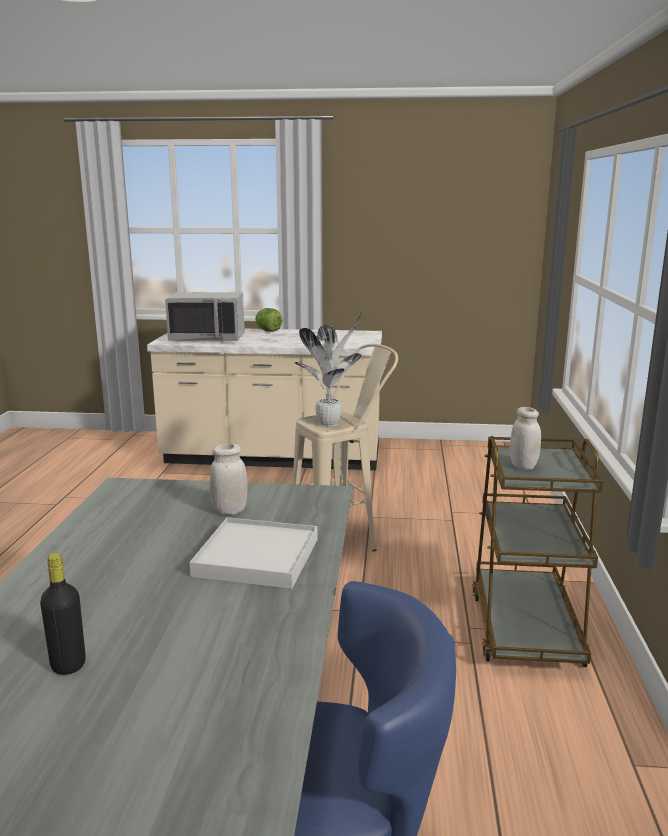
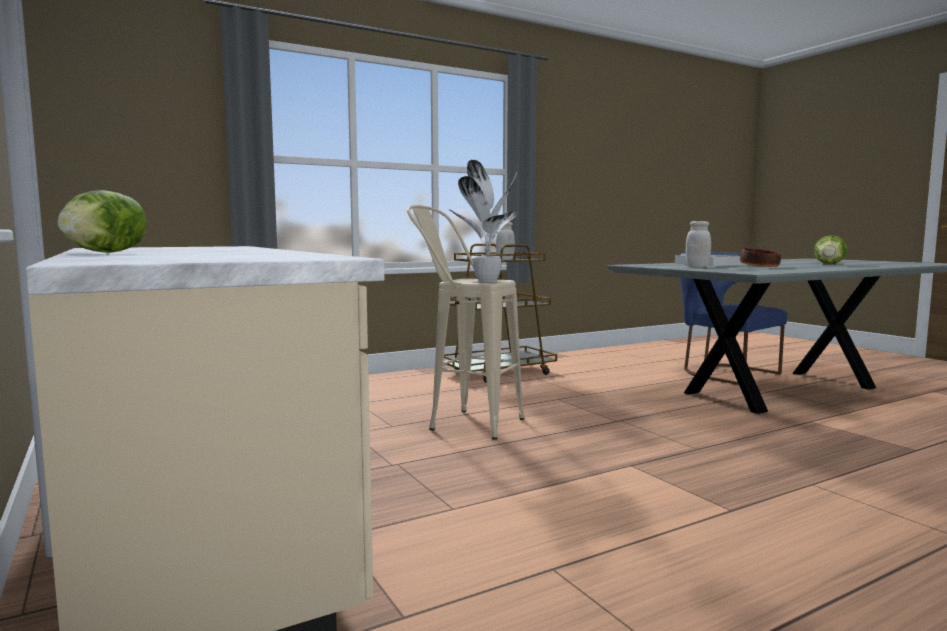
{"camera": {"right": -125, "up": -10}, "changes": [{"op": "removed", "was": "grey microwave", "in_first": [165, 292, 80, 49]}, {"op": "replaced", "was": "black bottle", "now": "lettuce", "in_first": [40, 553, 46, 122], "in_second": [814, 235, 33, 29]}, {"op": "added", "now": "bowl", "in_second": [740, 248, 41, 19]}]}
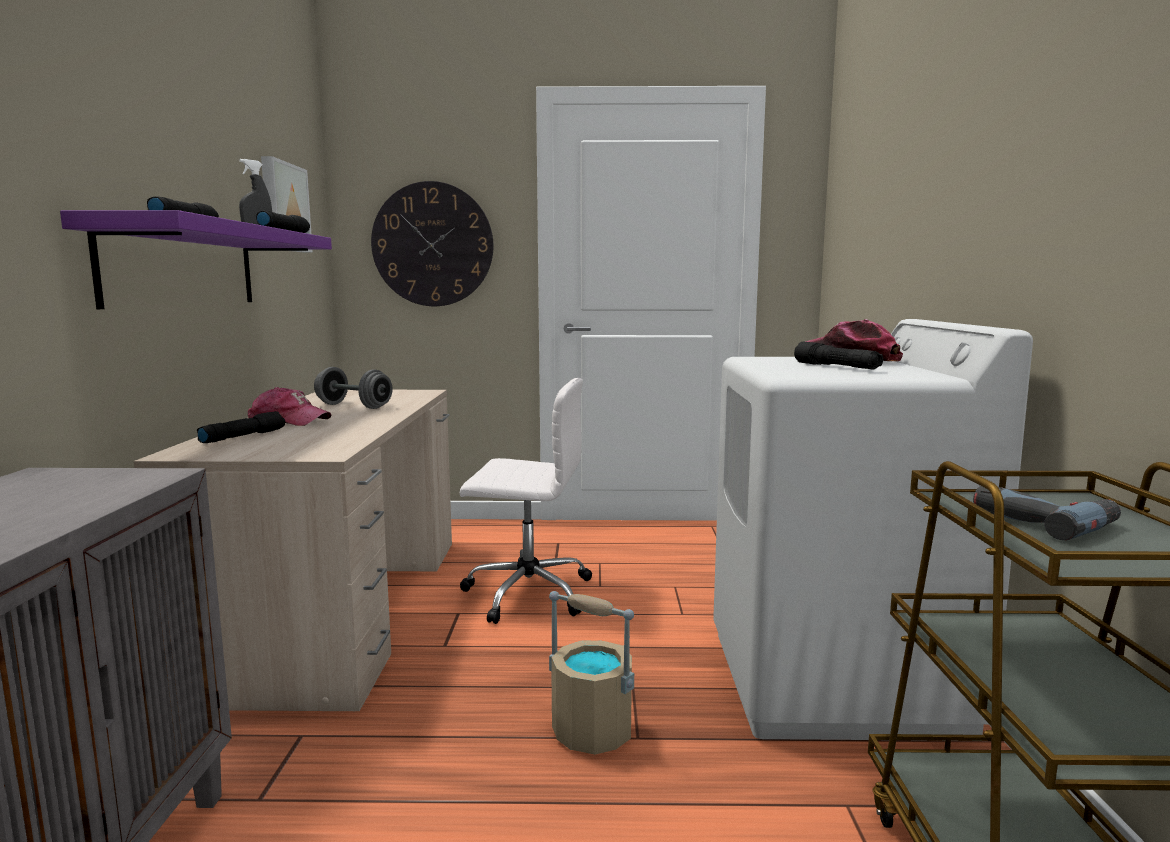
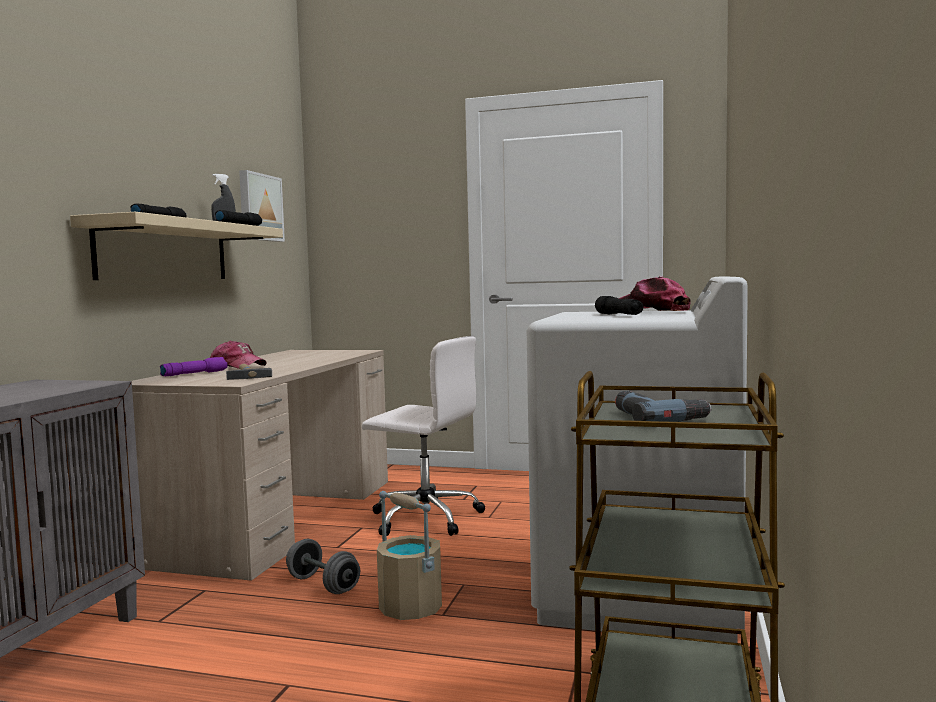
{"camera": {"right": 15, "up": -5}, "changes": [{"op": "removed", "was": "wall clock", "in_first": [371, 181, 123, 125]}, {"op": "recoloured", "was": "purple shelf", "now": "beige shelf", "in_first": [60, 210, 272, 99], "in_second": [70, 212, 213, 68]}, {"op": "moved", "was": "grey dumbbell", "in_first": [314, 367, 78, 42], "in_second": [286, 539, 74, 55]}, {"op": "recoloured", "was": "black flashlight", "now": "purple flashlight", "in_first": [197, 411, 88, 32], "in_second": [160, 357, 68, 19]}, {"op": "added", "now": "hammer", "in_second": [226, 364, 46, 16]}]}
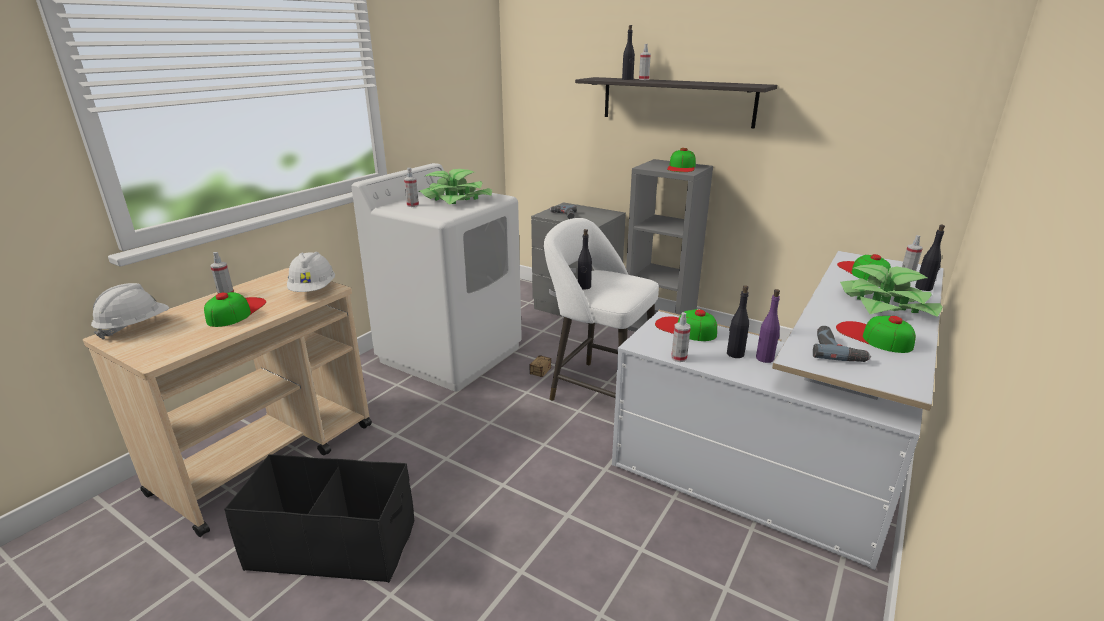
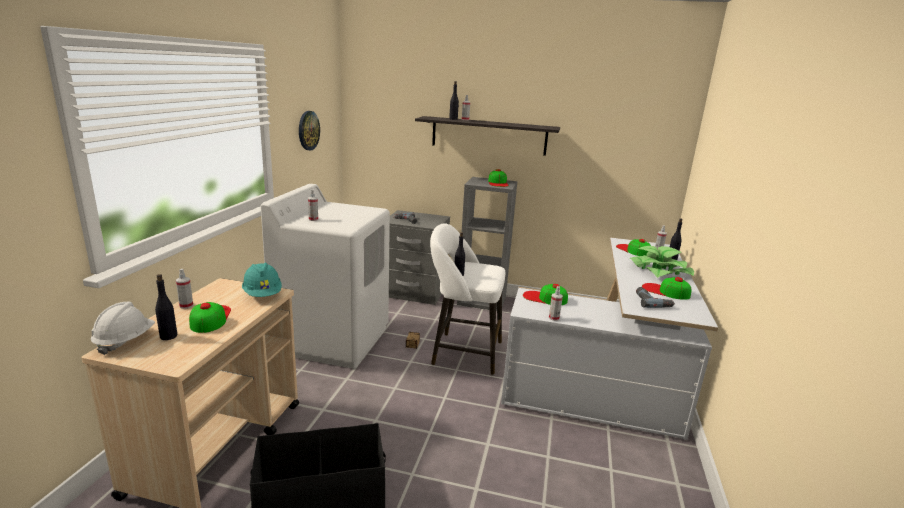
{"camera": {"right": -20, "up": -5}, "changes": [{"op": "removed", "was": "potted plant", "in_first": [418, 169, 74, 36]}, {"op": "recoloured", "was": "white hard hat", "now": "turquoise hard hat", "in_first": [287, 252, 48, 40], "in_second": [242, 263, 40, 34]}, {"op": "moved", "was": "black bottle", "in_first": [727, 286, 22, 72], "in_second": [155, 274, 22, 66]}, {"op": "removed", "was": "purple bottle", "in_first": [756, 289, 24, 74]}, {"op": "added", "now": "wall clock", "in_second": [299, 111, 21, 40]}]}
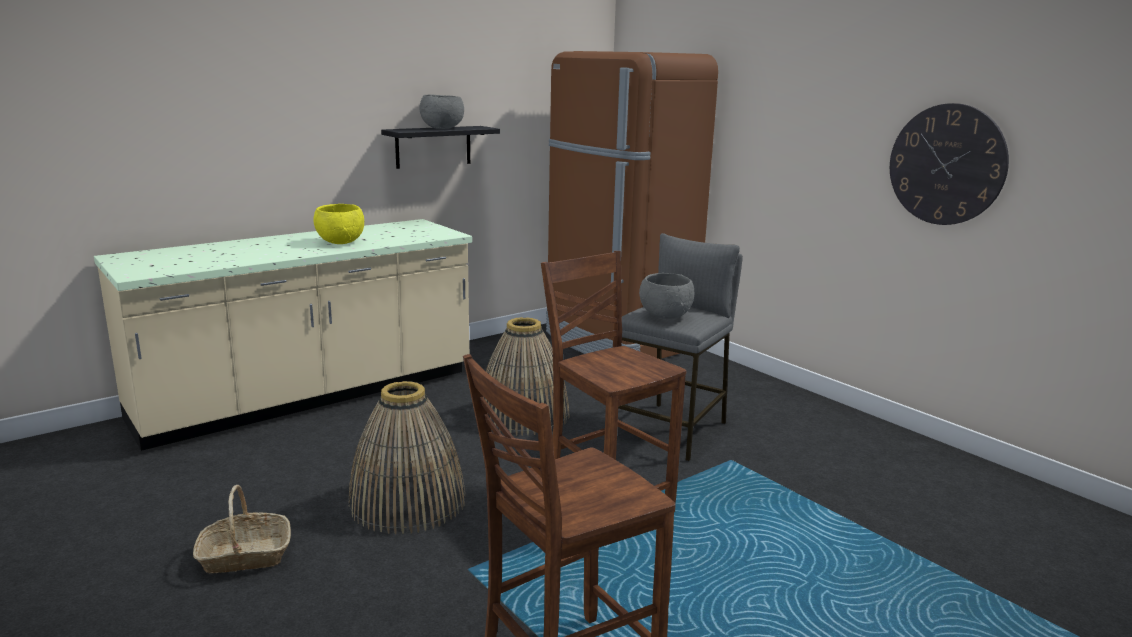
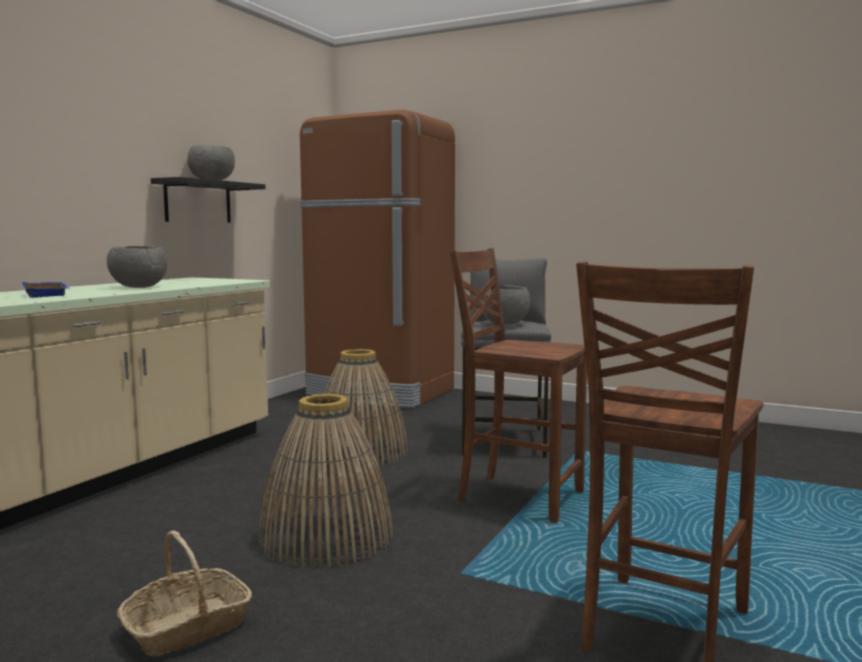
{"camera": {"right": -25, "up": -10}, "changes": [{"op": "removed", "was": "wall clock", "in_first": [890, 103, 119, 122]}, {"op": "recoloured", "was": "yellow bowl", "now": "grey bowl", "in_first": [313, 204, 51, 40], "in_second": [107, 246, 60, 42]}, {"op": "added", "now": "blue tray", "in_second": [22, 282, 47, 16]}]}
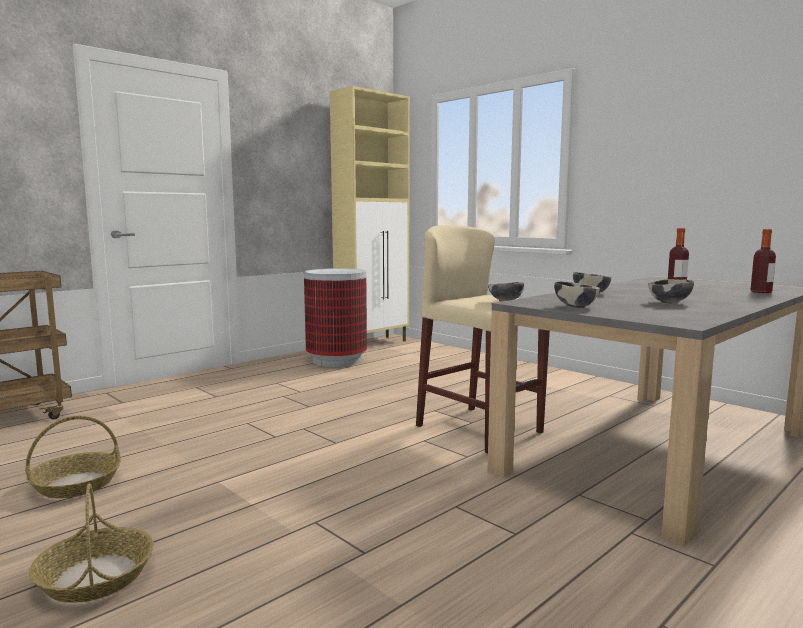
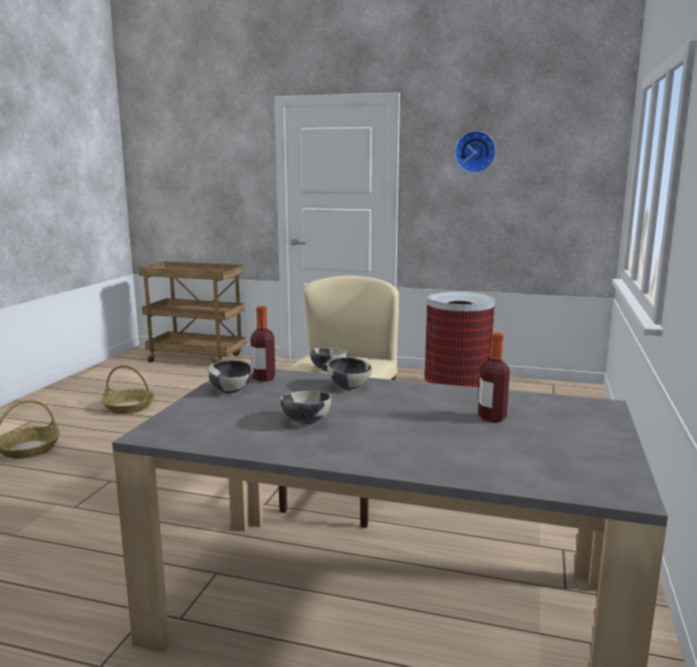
{"camera": {"right": 60, "up": 5}, "changes": [{"op": "removed", "was": "beige cabinet", "in_first": [330, 86, 80, 255]}, {"op": "moved", "was": "bottle", "in_first": [750, 229, 26, 64], "in_second": [251, 306, 24, 76]}, {"op": "added", "now": "wall clock", "in_second": [455, 131, 41, 42]}]}
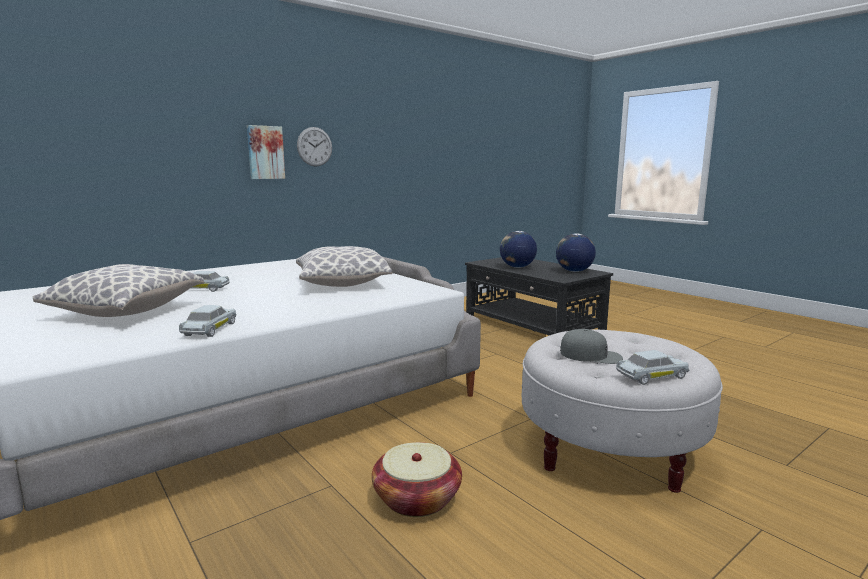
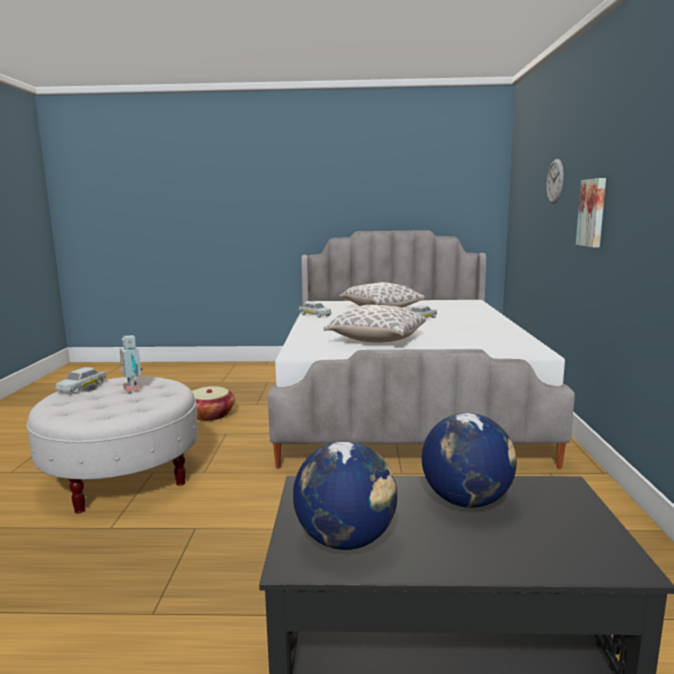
{"camera": {"right": 130, "up": 0}, "changes": [{"op": "moved", "was": "wall clock", "in_first": [297, 127, 35, 40], "in_second": [547, 159, 17, 45]}, {"op": "replaced", "was": "grey cap", "now": "toy robot", "in_first": [560, 329, 63, 35], "in_second": [120, 335, 23, 57]}]}
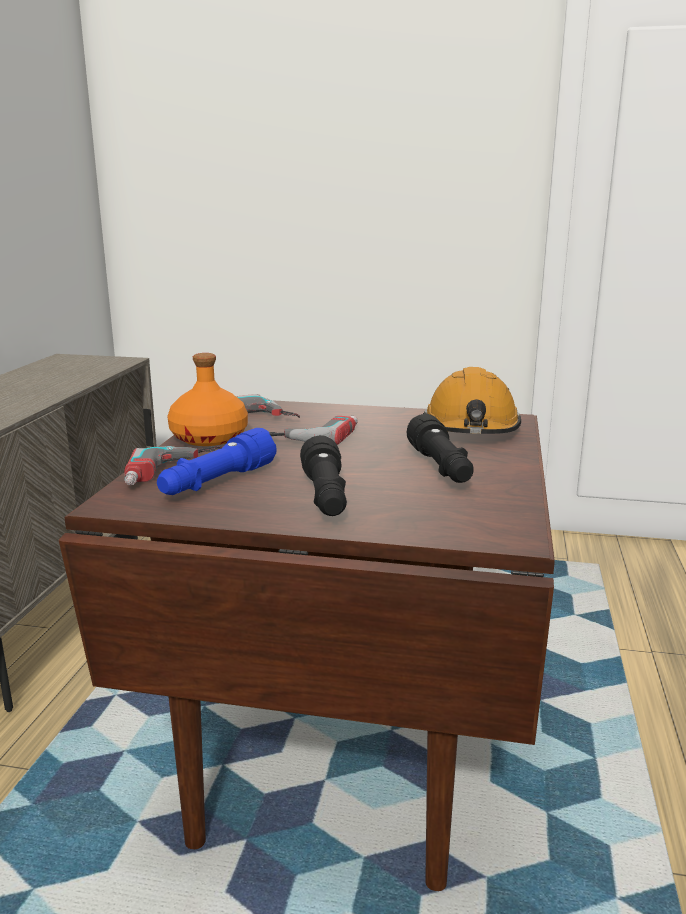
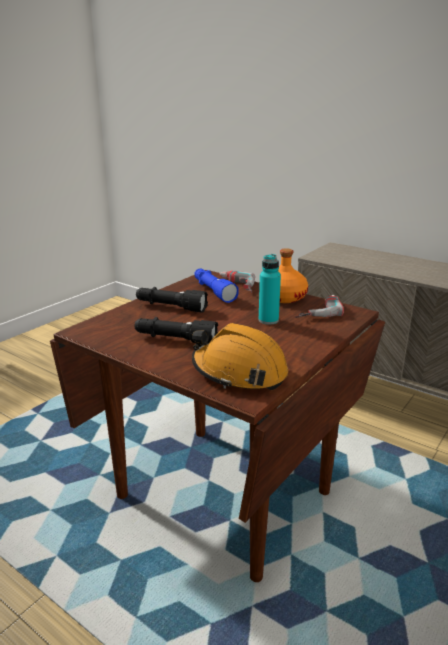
{"camera": {"right": 115, "up": 5}, "changes": [{"op": "replaced", "was": "power drill", "now": "turquoise bottle", "in_first": [269, 416, 89, 29], "in_second": [258, 254, 23, 71]}]}
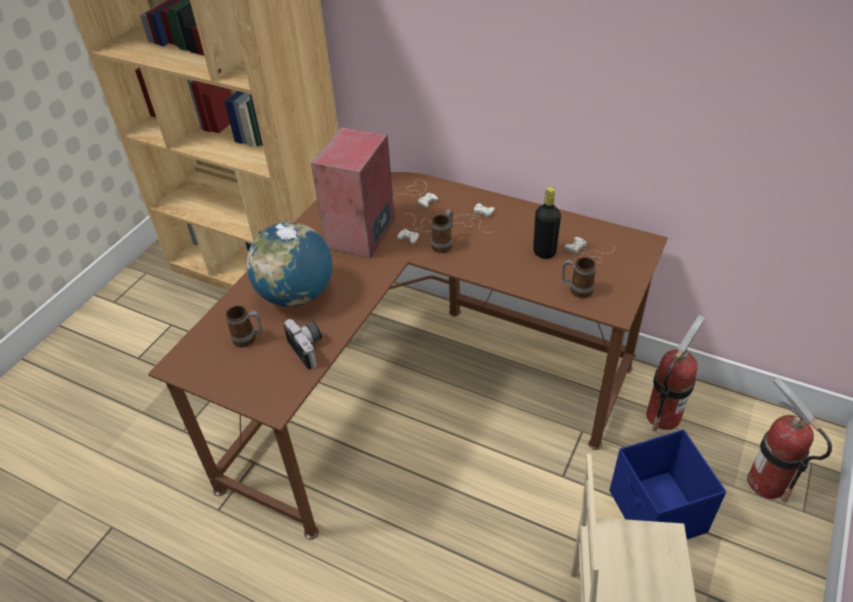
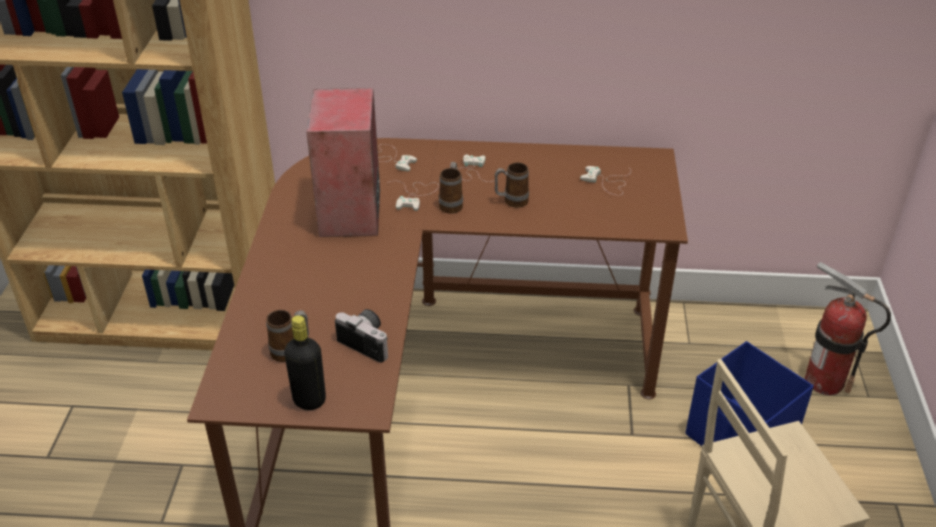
{"camera": {"right": -25, "up": -5}, "changes": [{"op": "moved", "was": "black bottle", "in_first": [533, 187, 28, 72], "in_second": [284, 315, 42, 95]}, {"op": "removed", "was": "globe", "in_first": [246, 222, 86, 85]}, {"op": "moved", "was": "mug", "in_first": [562, 257, 34, 41], "in_second": [495, 162, 34, 46]}, {"op": "removed", "was": "fire extinguisher", "in_first": [646, 315, 59, 116]}]}
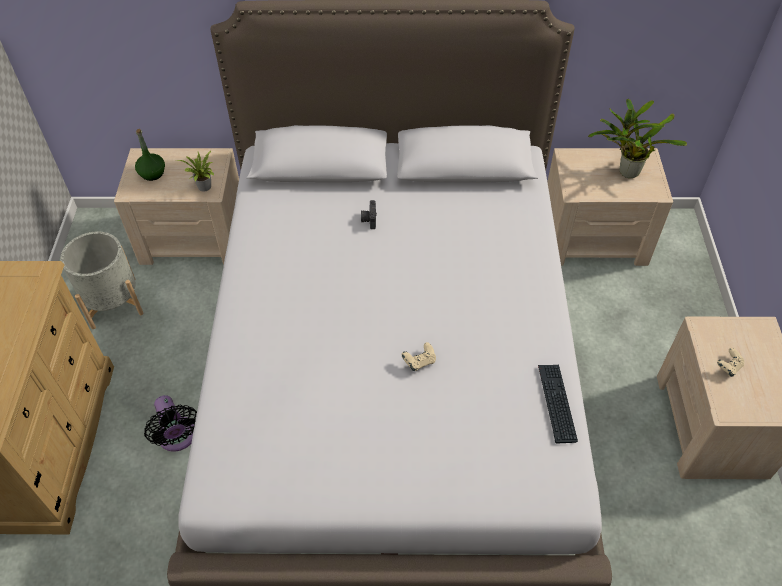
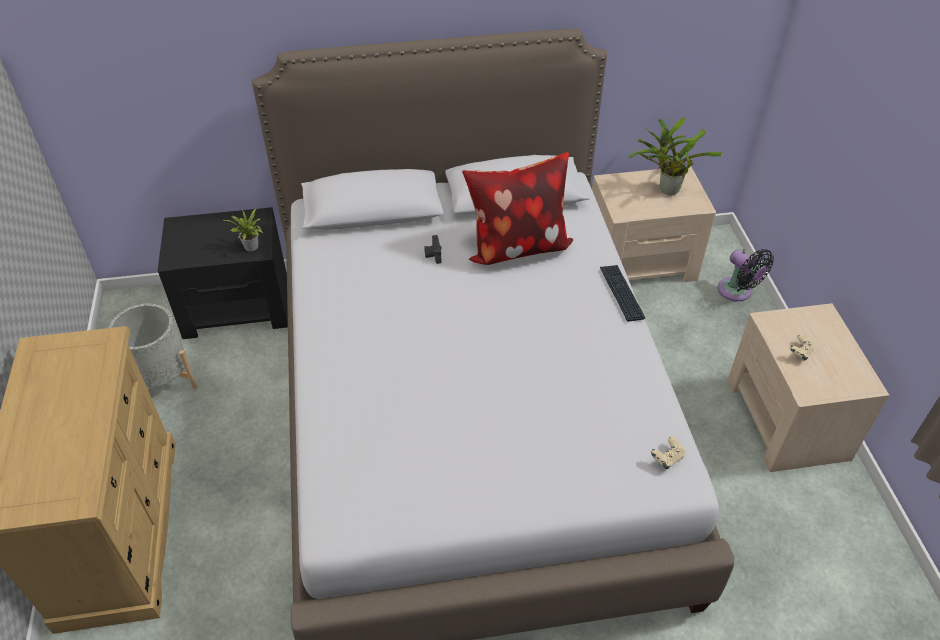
{"camera": {"right": -10, "up": -5}, "changes": [{"op": "removed", "was": "green bottle", "in_first": [135, 129, 30, 52]}, {"op": "recoloured", "was": "beige nightstand", "now": "black nightstand", "in_first": [114, 148, 125, 117], "in_second": [158, 207, 130, 132]}, {"op": "moved", "was": "beige game controller", "in_first": [402, 342, 34, 29], "in_second": [651, 436, 34, 33]}, {"op": "moved", "was": "keyboard", "in_first": [538, 365, 40, 78], "in_second": [600, 265, 45, 57]}, {"op": "moved", "was": "black fan", "in_first": [144, 395, 53, 56], "in_second": [718, 249, 56, 53]}, {"op": "added", "now": "pillow", "in_second": [462, 152, 111, 113]}]}
